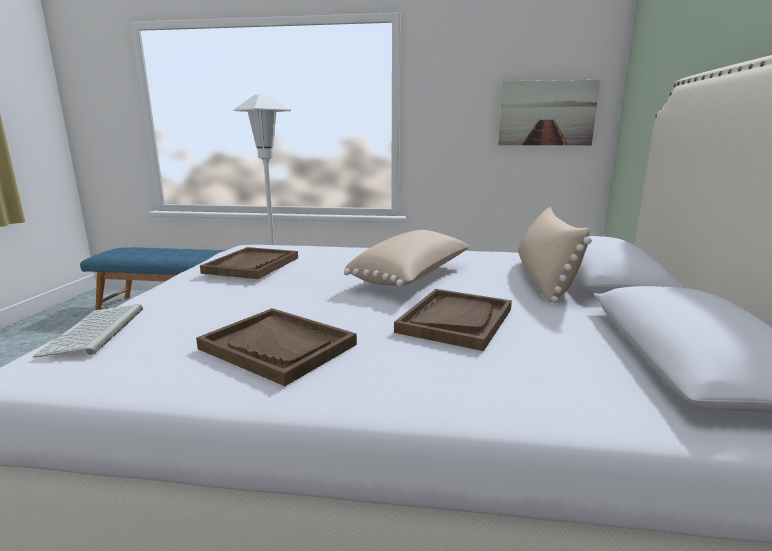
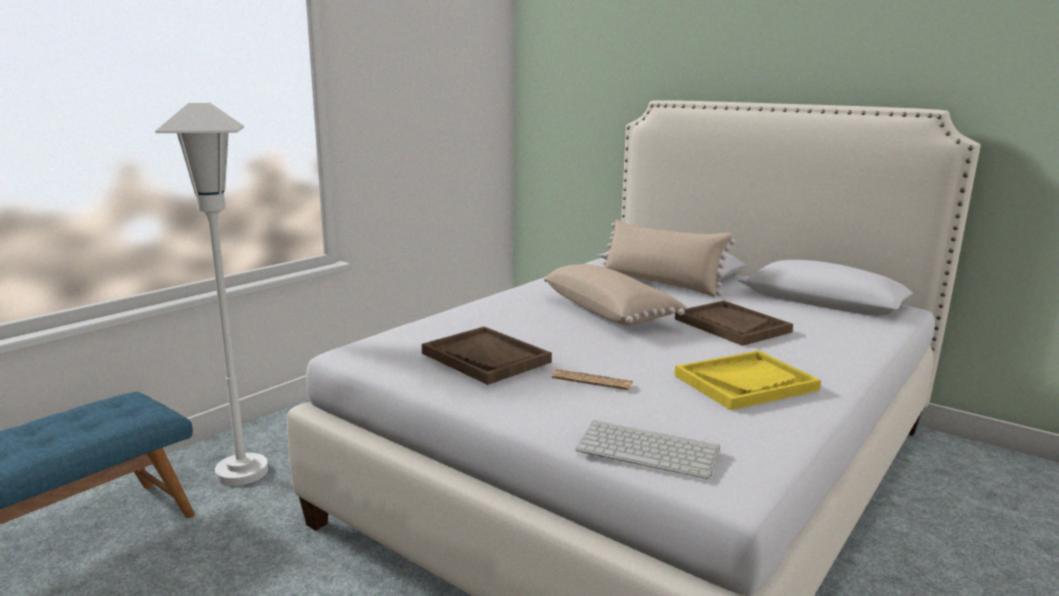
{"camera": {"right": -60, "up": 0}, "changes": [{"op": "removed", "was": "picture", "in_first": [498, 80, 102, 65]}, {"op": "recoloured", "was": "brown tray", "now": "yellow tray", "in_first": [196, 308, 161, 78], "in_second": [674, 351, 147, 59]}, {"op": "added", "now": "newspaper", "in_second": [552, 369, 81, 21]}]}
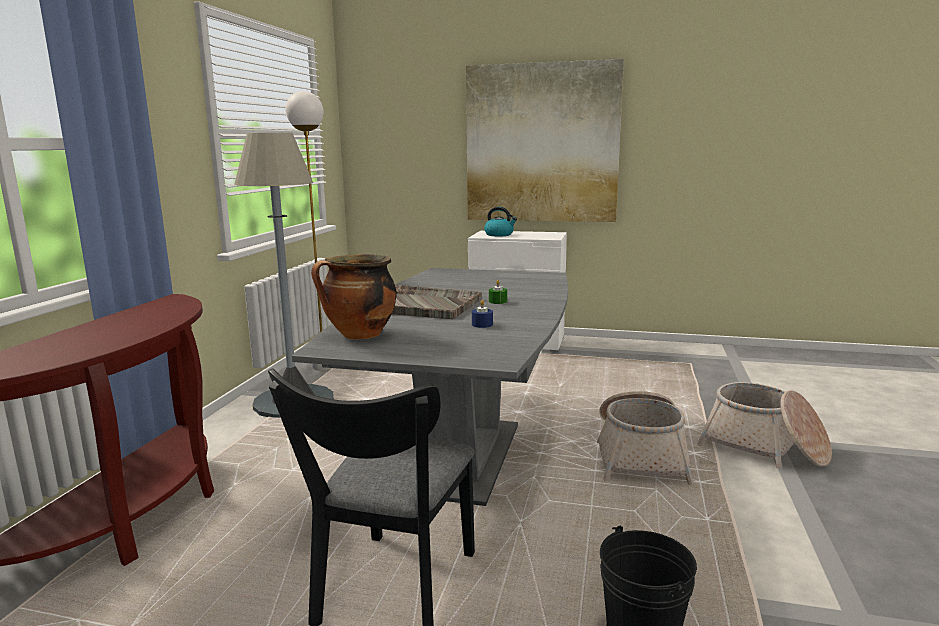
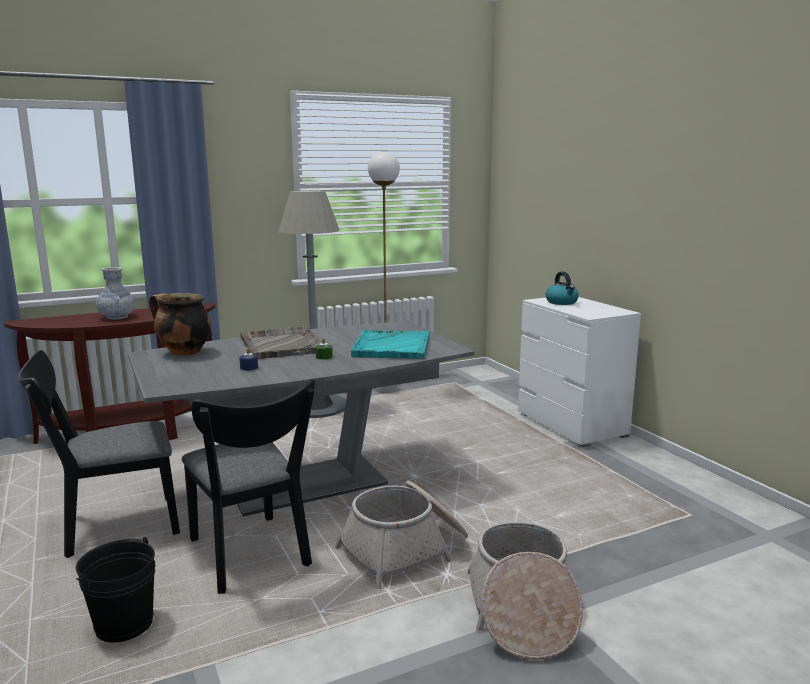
{"camera": {"right": 50, "up": 0}, "changes": [{"op": "removed", "was": "picture", "in_first": [466, 59, 158, 163]}, {"op": "added", "now": "vase", "in_second": [96, 267, 40, 53]}, {"op": "added", "now": "turquoise tray", "in_second": [351, 330, 79, 29]}, {"op": "added", "now": "black chair", "in_second": [182, 379, 133, 215]}]}
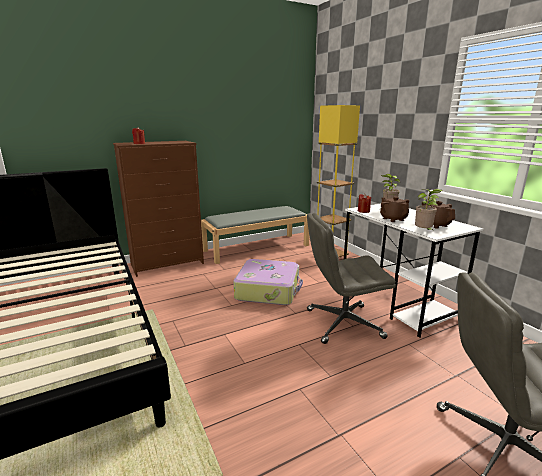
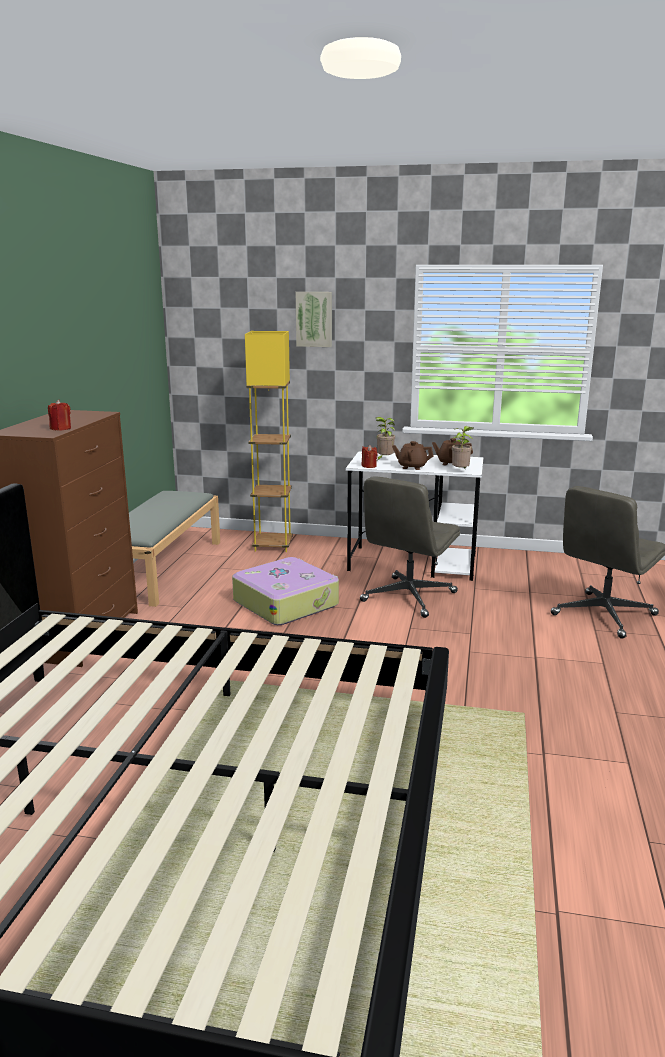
{"camera": {"right": -50, "up": 0}, "changes": [{"op": "added", "now": "picture", "in_second": [296, 292, 36, 55]}]}
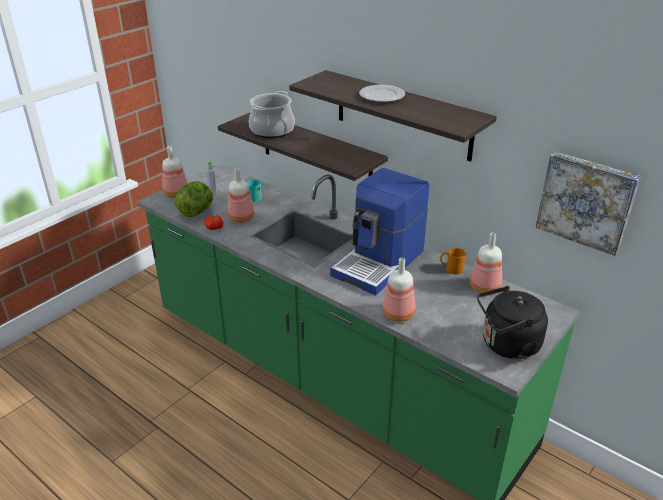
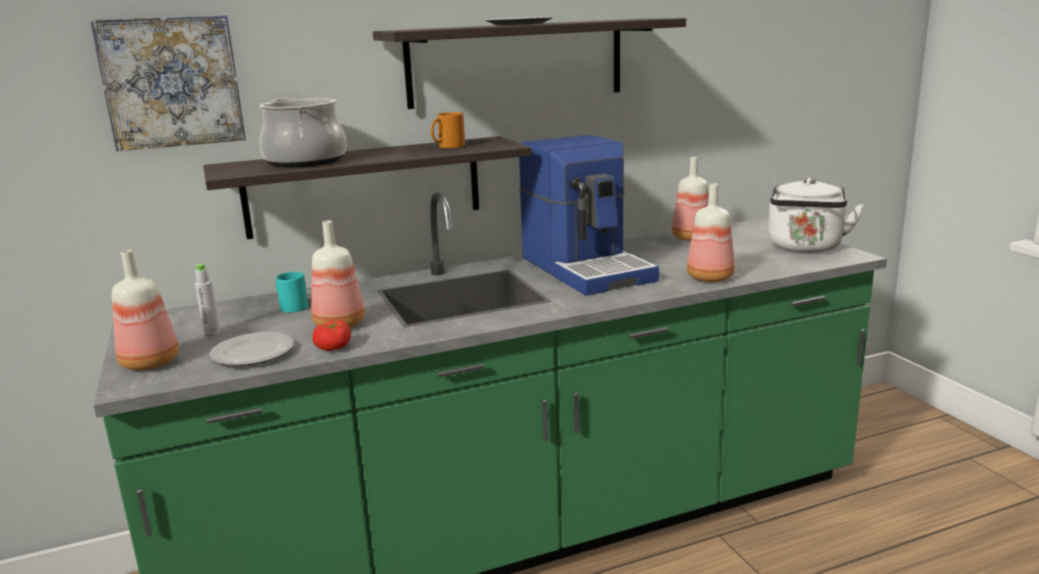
{"camera": {"right": -60, "up": -15}, "changes": [{"op": "moved", "was": "picture", "in_first": [536, 152, 105, 104], "in_second": [90, 15, 156, 137]}, {"op": "replaced", "was": "lettuce", "now": "plate", "in_first": [174, 181, 39, 36], "in_second": [209, 332, 85, 34]}, {"op": "moved", "was": "orange mug", "in_first": [440, 248, 26, 26], "in_second": [431, 112, 34, 36]}, {"op": "recoloured", "was": "black kettle", "now": "white kettle", "in_first": [477, 286, 71, 73], "in_second": [768, 178, 96, 75]}]}
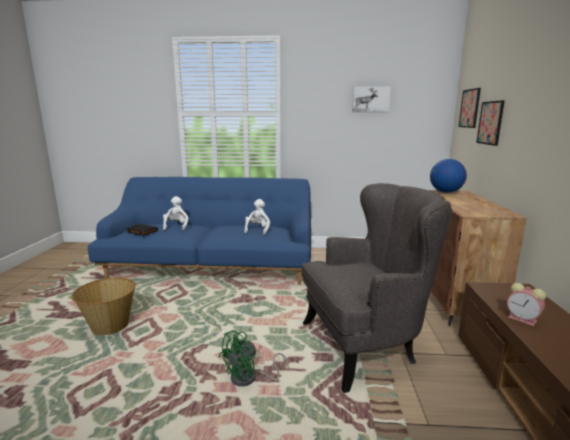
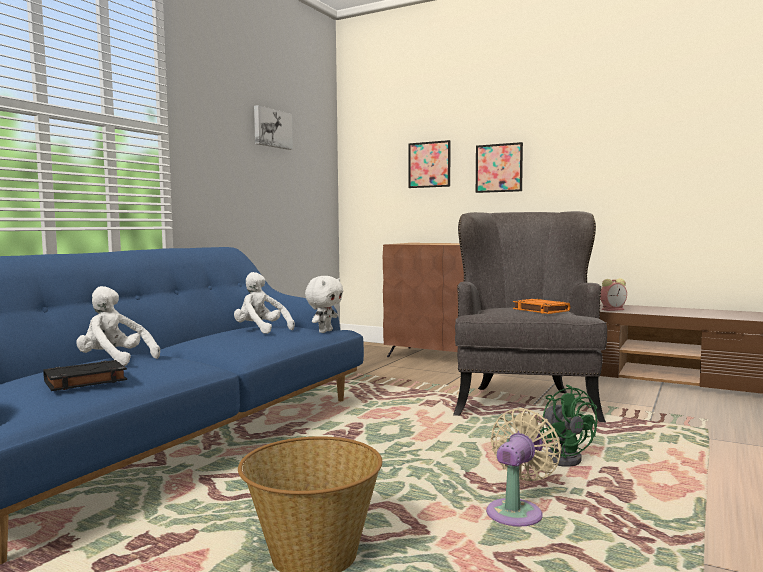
{"camera": {"right": -65, "up": -10}, "changes": [{"op": "moved", "was": "picture", "in_first": [458, 88, 23, 40], "in_second": [476, 142, 47, 51]}, {"op": "removed", "was": "globe", "in_first": [430, 159, 37, 34]}, {"op": "added", "now": "white plush toy", "in_second": [305, 276, 38, 57]}, {"op": "added", "now": "orange book", "in_second": [513, 299, 57, 15]}, {"op": "added", "now": "beige fan", "in_second": [486, 408, 75, 119]}]}
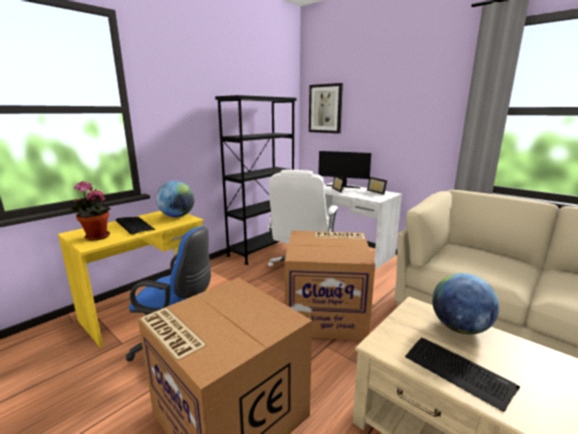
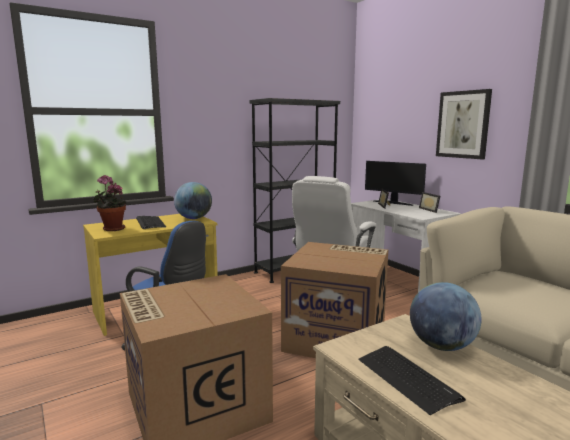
{"camera": {"right": 15, "up": -5}, "changes": [{"op": "moved", "was": "picture", "in_first": [309, 83, 34, 51], "in_second": [436, 89, 56, 70]}]}
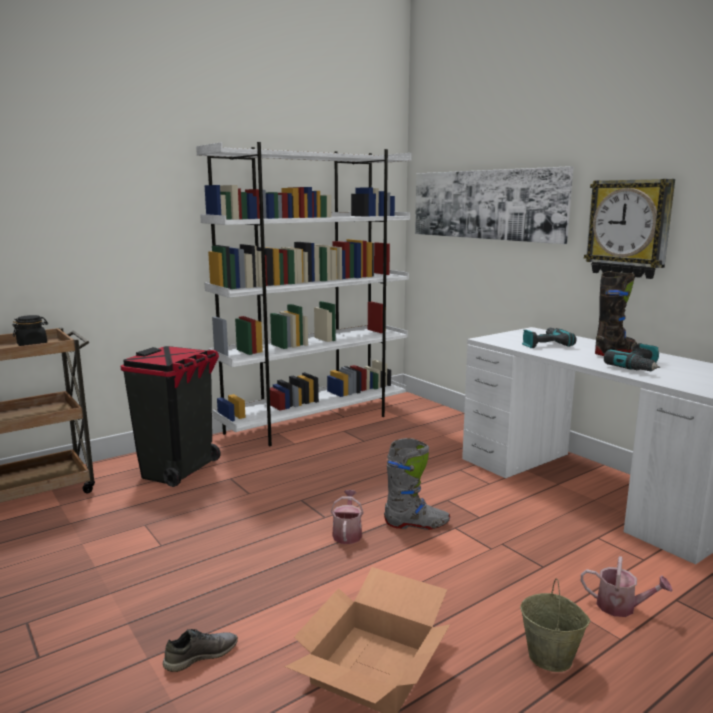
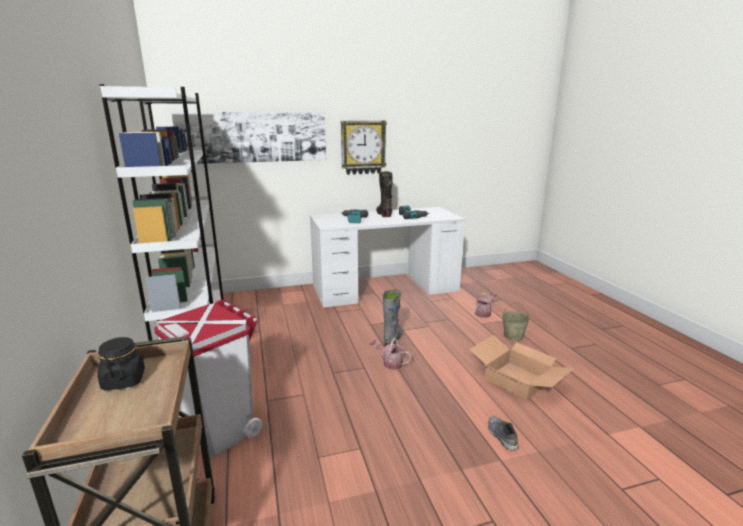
{"camera": {"right": -70, "up": 5}, "changes": [{"op": "recoloured", "was": "black trash can", "now": "white trash can", "in_first": [121, 346, 100, 141], "in_second": [154, 300, 108, 157]}]}
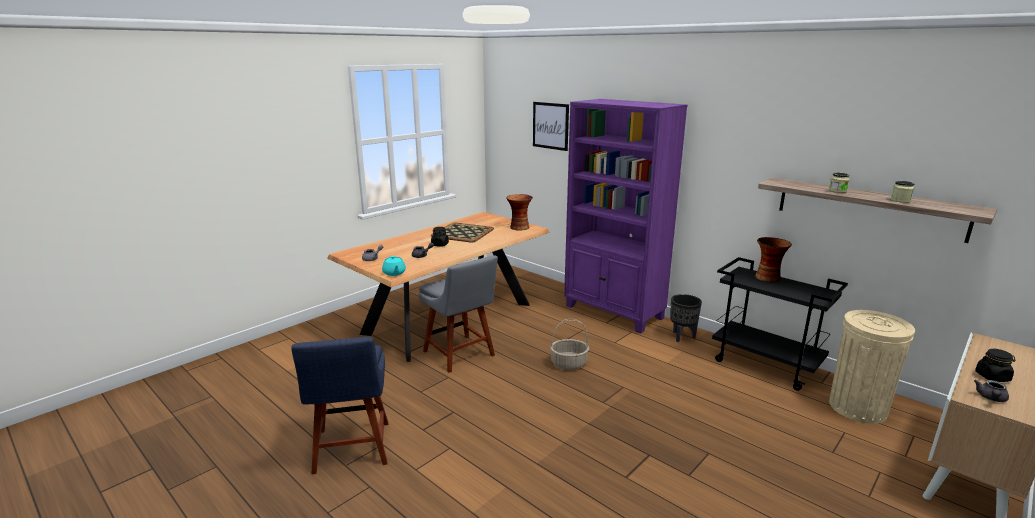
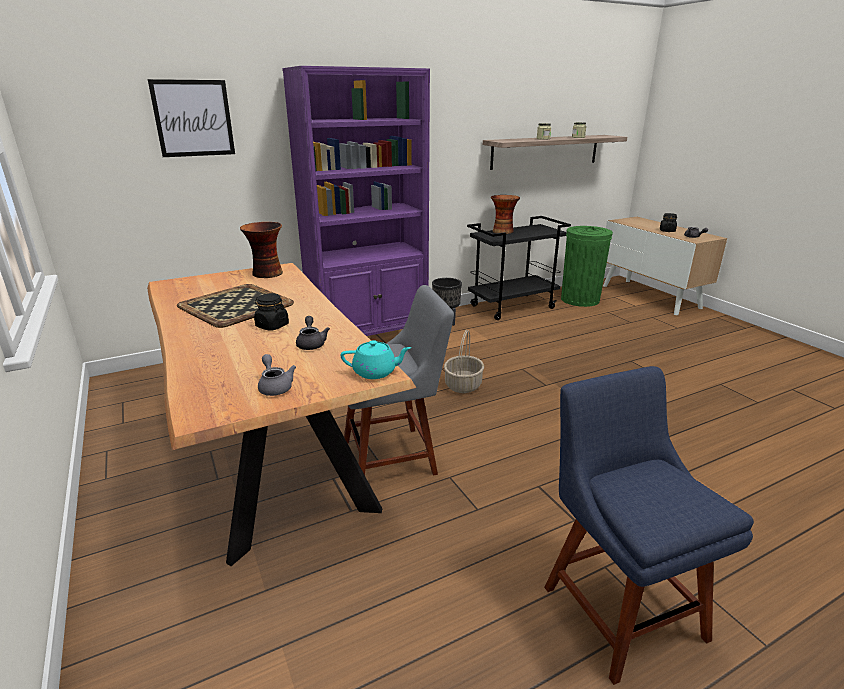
{"camera": {"right": -70, "up": 5}, "changes": [{"op": "recoloured", "was": "beige trash can", "now": "green trash can", "in_first": [829, 310, 86, 114], "in_second": [561, 226, 52, 81]}, {"op": "turned", "was": "blue chair", "in_first": [291, 337, 97, 137], "in_second": [544, 366, 210, 319], "clockwise": -120}]}
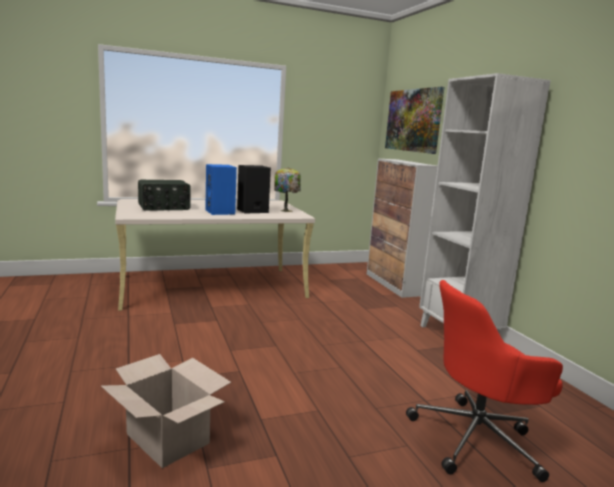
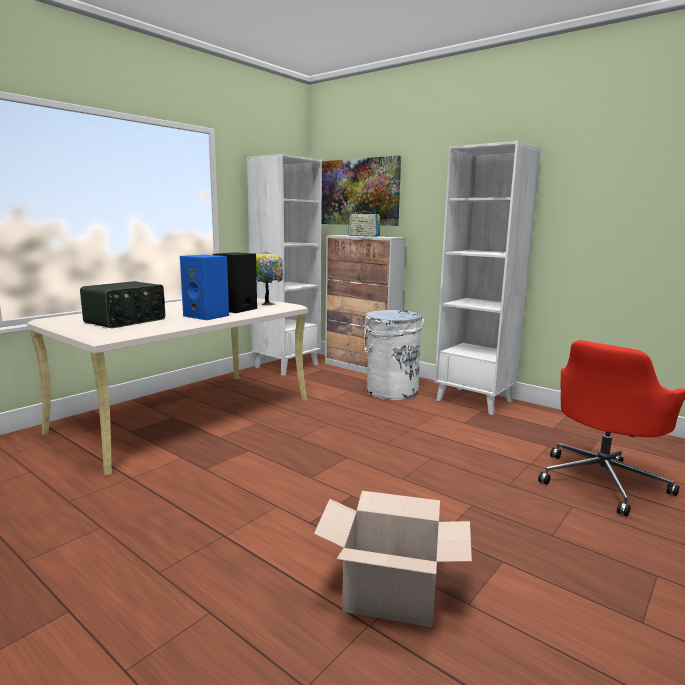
{"camera": {"right": -30, "up": 0}, "changes": [{"op": "added", "now": "white bookcase", "in_second": [247, 154, 75, 222]}, {"op": "added", "now": "radio", "in_second": [348, 211, 32, 26]}, {"op": "added", "now": "white trash can", "in_second": [364, 310, 60, 90]}]}
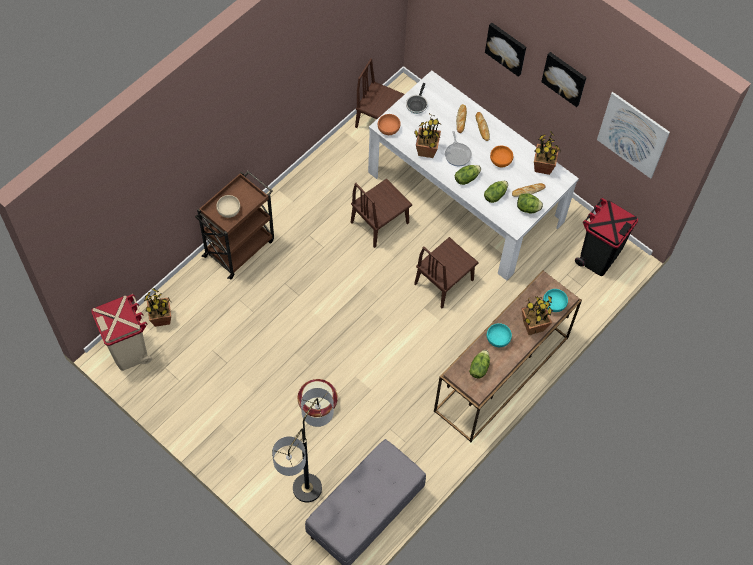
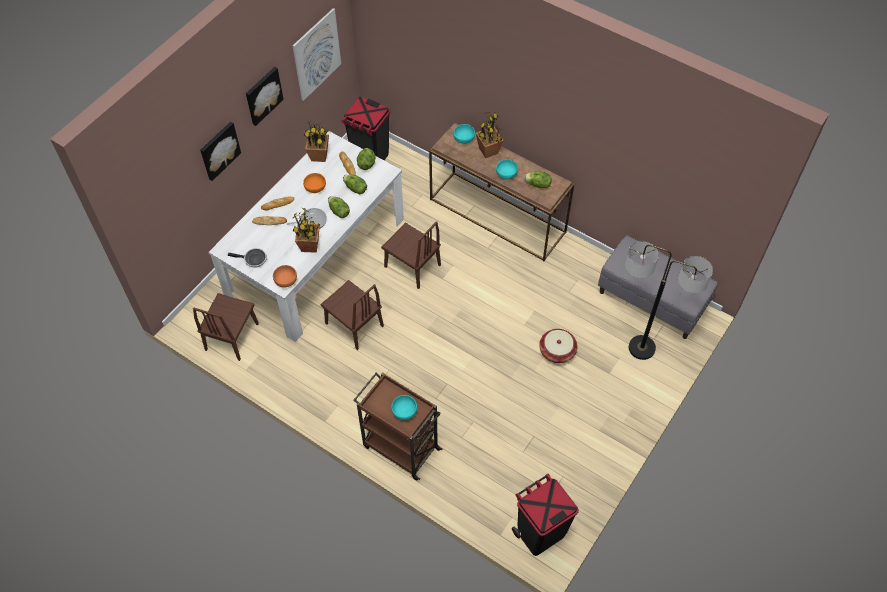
{"camera": {"right": -95, "up": -5}, "changes": [{"op": "recoloured", "was": "beige bowl", "now": "turquoise bowl", "in_first": [216, 195, 24, 23], "in_second": [391, 395, 26, 25]}, {"op": "removed", "was": "potted plant", "in_first": [144, 288, 27, 39]}, {"op": "recoloured", "was": "beige trash can", "now": "black trash can", "in_first": [91, 294, 61, 77], "in_second": [512, 474, 67, 82]}]}
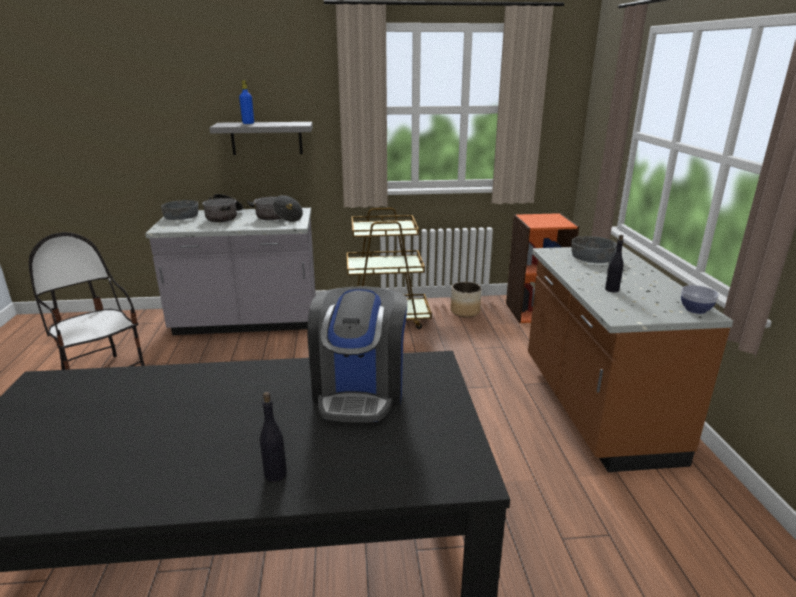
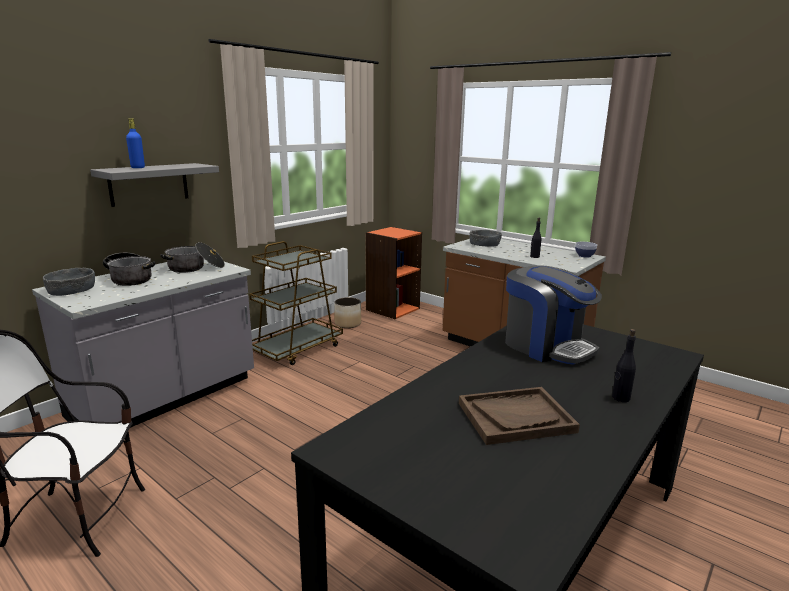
{"camera": {"right": -45, "up": -5}, "changes": [{"op": "added", "now": "brown tray", "in_second": [459, 387, 121, 58]}]}
